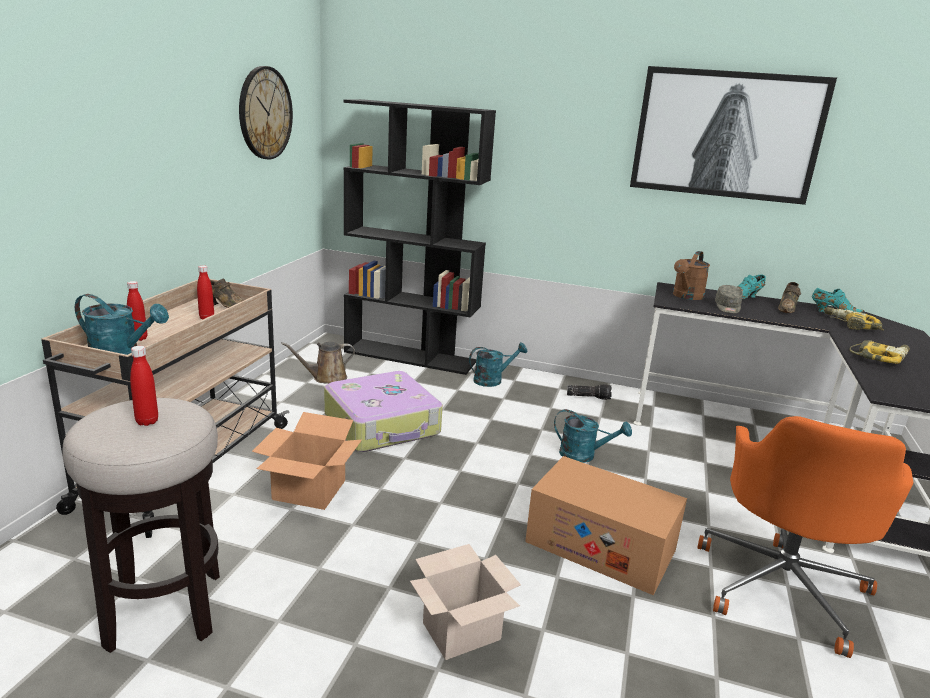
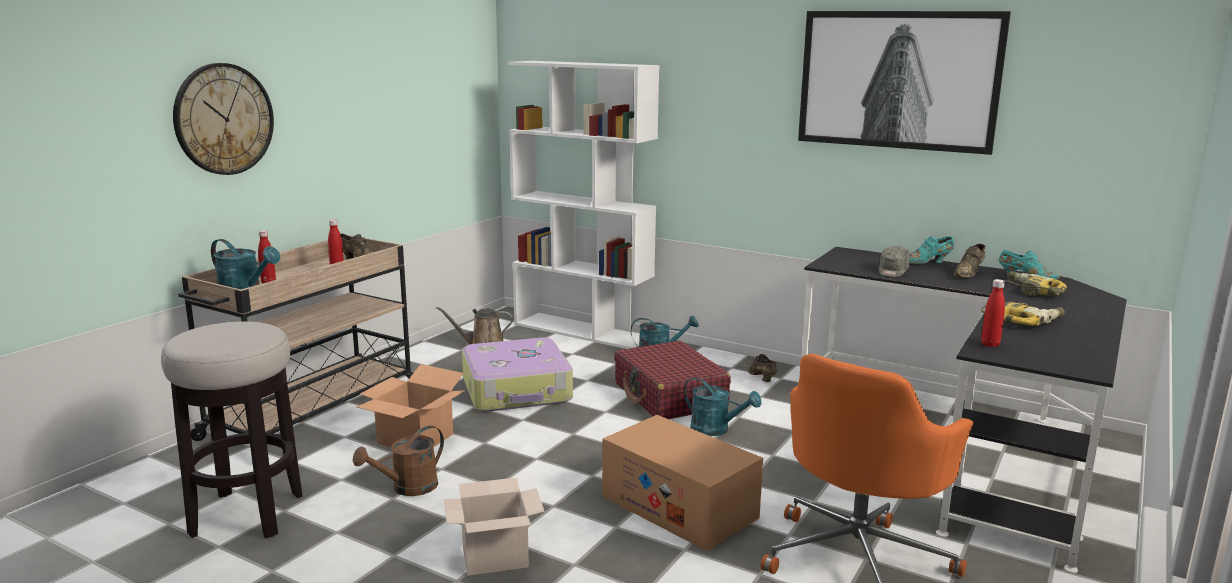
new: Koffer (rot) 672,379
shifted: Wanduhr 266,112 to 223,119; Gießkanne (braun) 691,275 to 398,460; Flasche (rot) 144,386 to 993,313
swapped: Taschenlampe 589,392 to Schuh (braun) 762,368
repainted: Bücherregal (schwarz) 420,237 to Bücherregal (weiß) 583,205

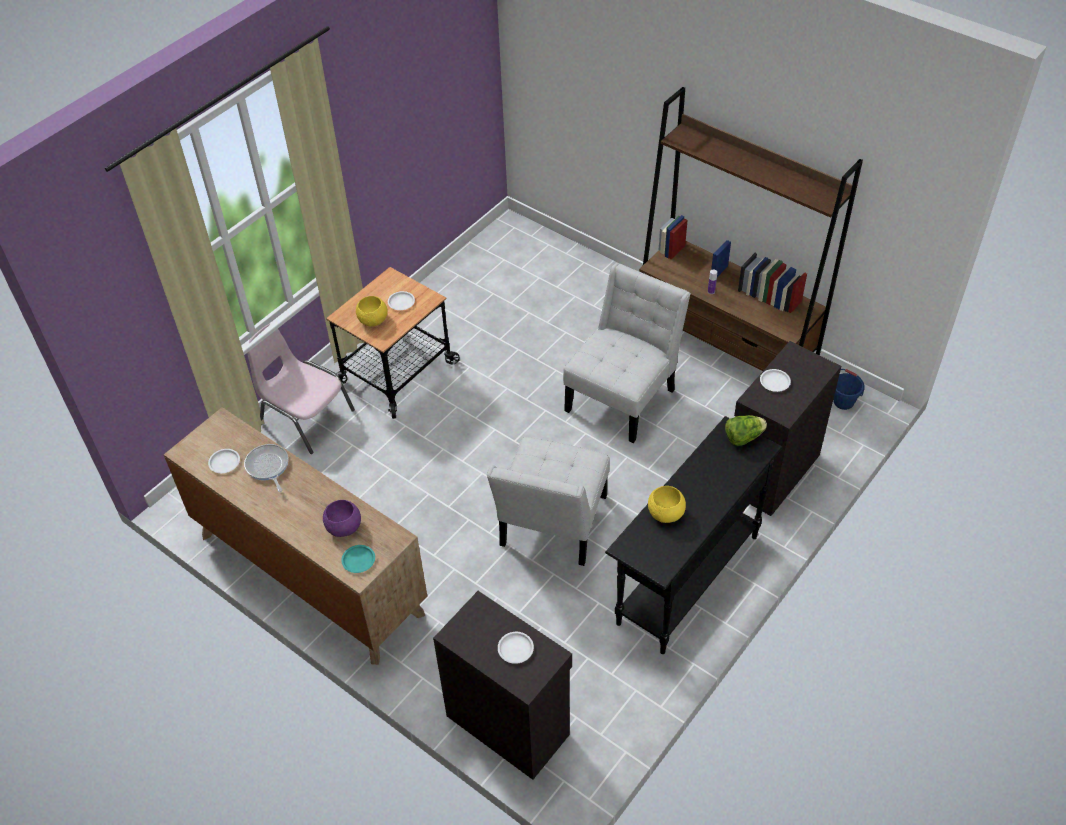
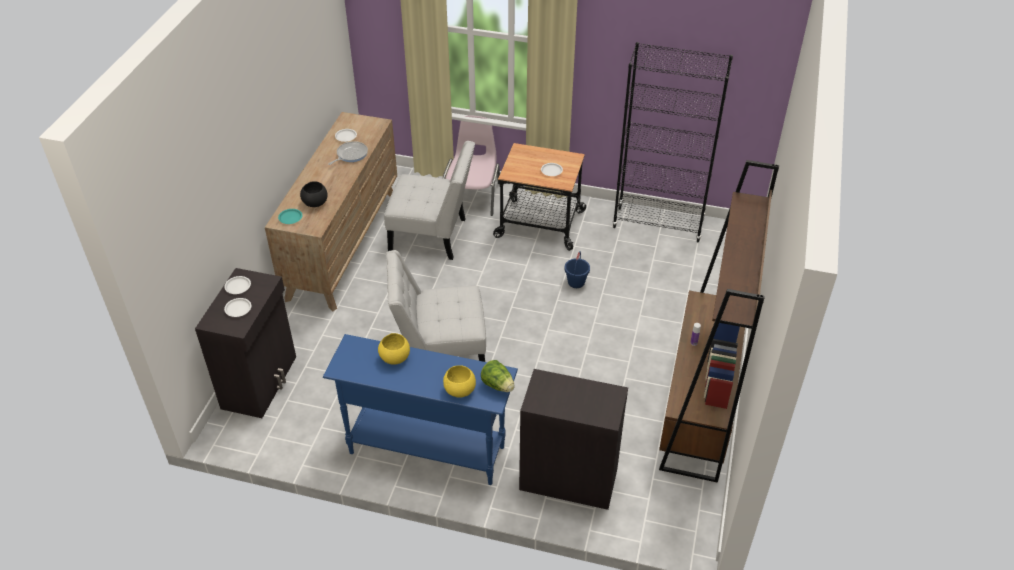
new: Bücherregal (schwarz) 672,142
shifted: Teller (weiß) 775,380 to 237,285; Stuhl (weiß) 627,353 to 429,200; Schüssel (gelb) 372,311 to 459,381; Eimer (blau) 849,389 to 577,269
repainted: Schüssel (lila) 342,518 to Schüssel (schwarz) 314,194; Konsolentisch (schwarz) 694,535 to Konsolentisch (blau) 420,409

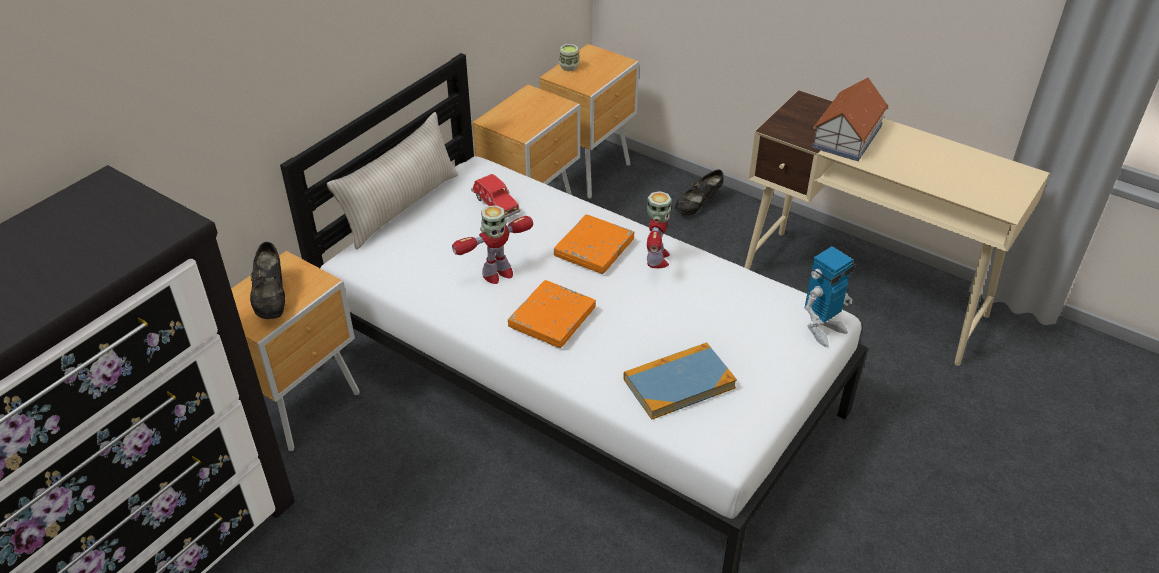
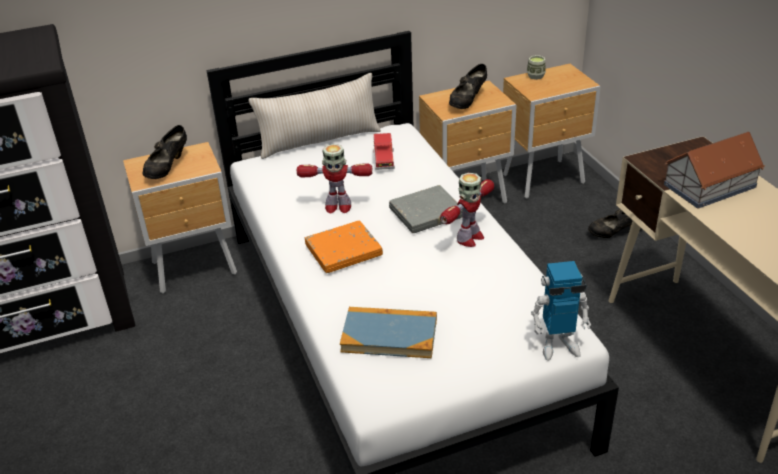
new: Schuh (schwarz) 468,86
repainted: Buch (orange) 594,244 to Buch (grau) 426,209

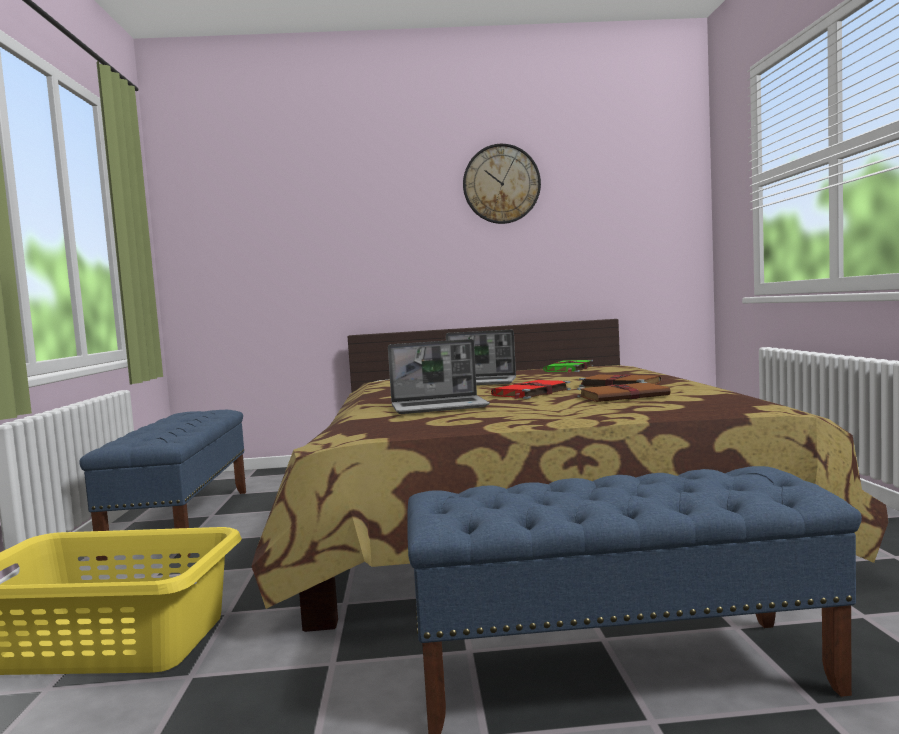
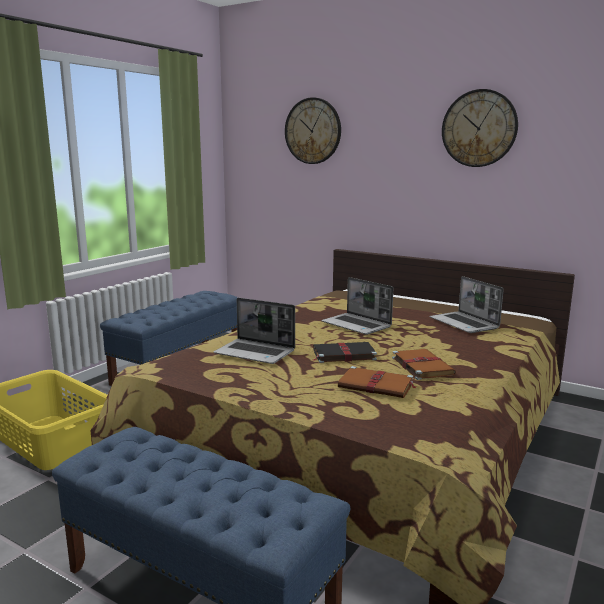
new: Wanduhr 313,130
swapped: Buch (grün) 568,366 to Laptop 467,304
repainted: Buch (rot) 531,389 to Buch (schwarz) 345,352

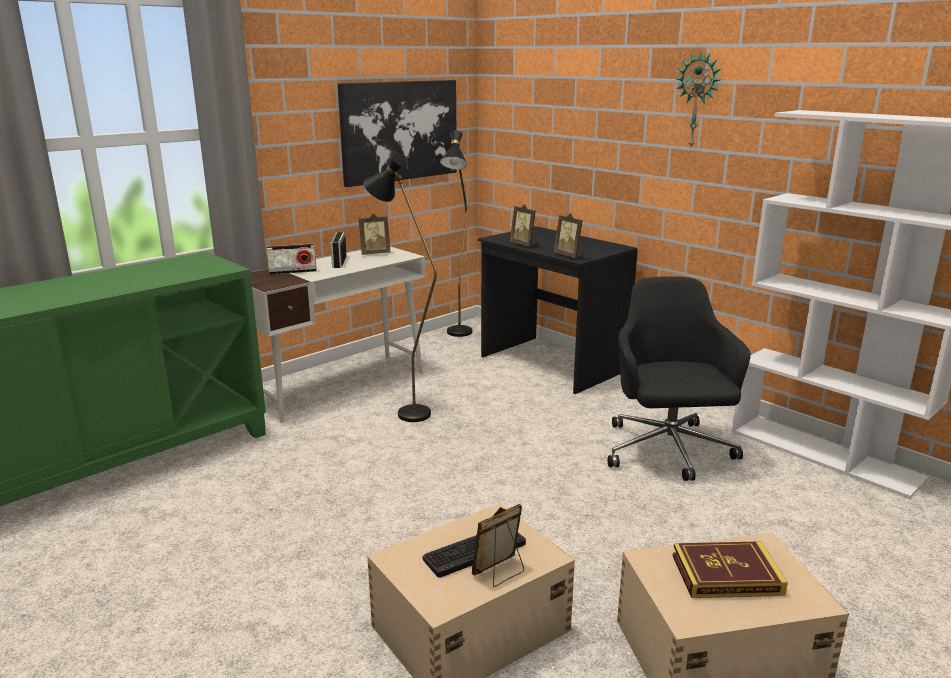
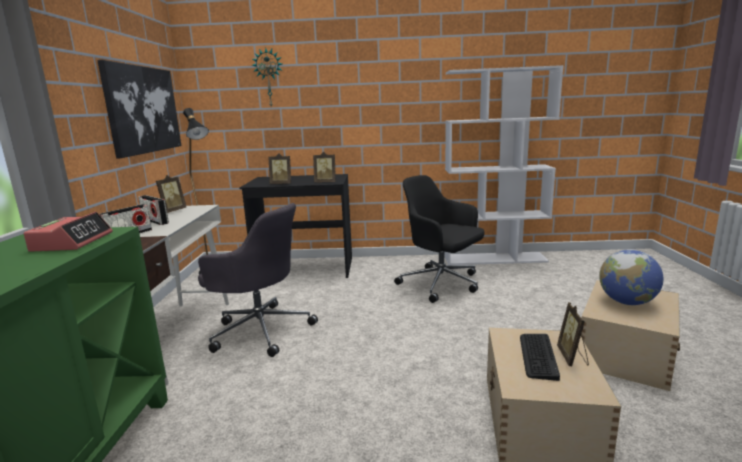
new: Wecker 68,232
shifted: Wanduhr 698,99 to 267,78
swapped: Stehlampe (schwarz) 400,287 to Bürostuhl (grau) 258,280; Buch 730,569 to Globus 631,277

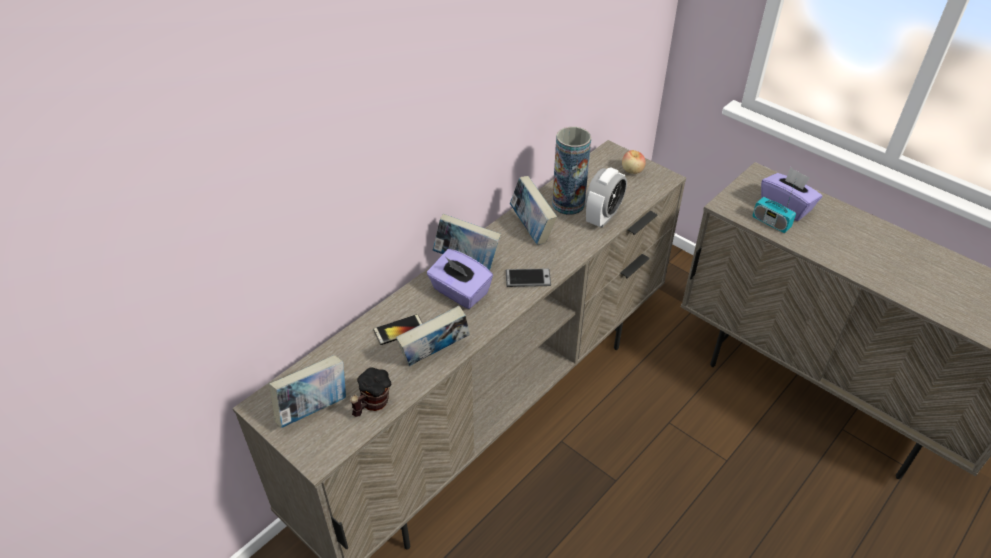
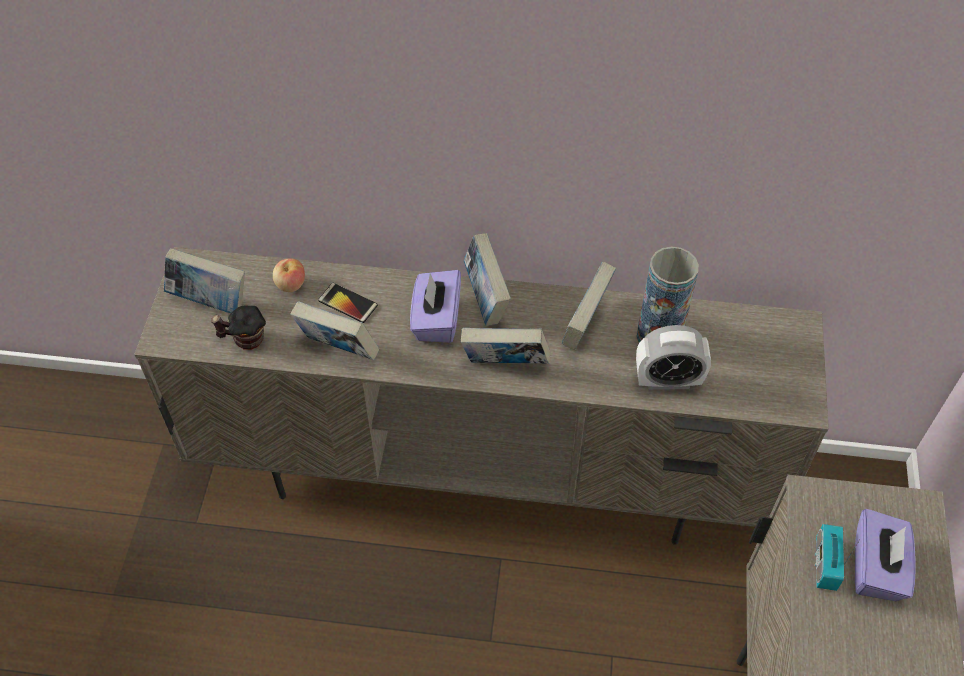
shifted: Apfel 634,162 to 289,275
swapped: Handy 528,277 to Buch 505,346

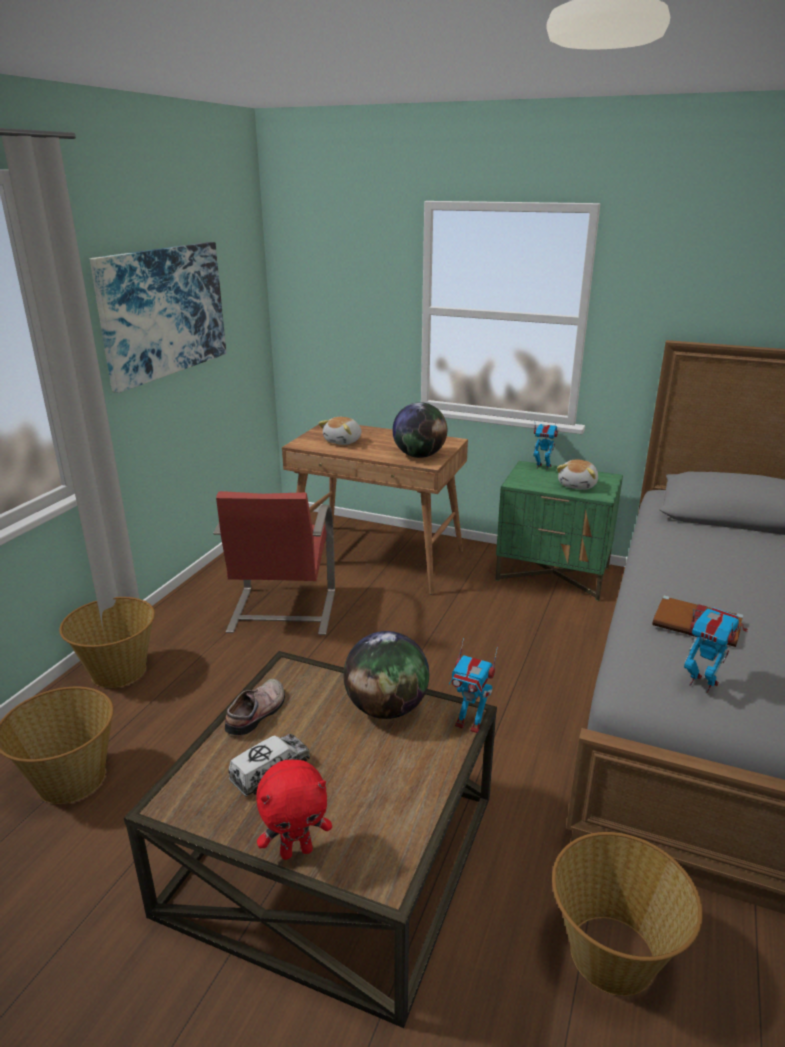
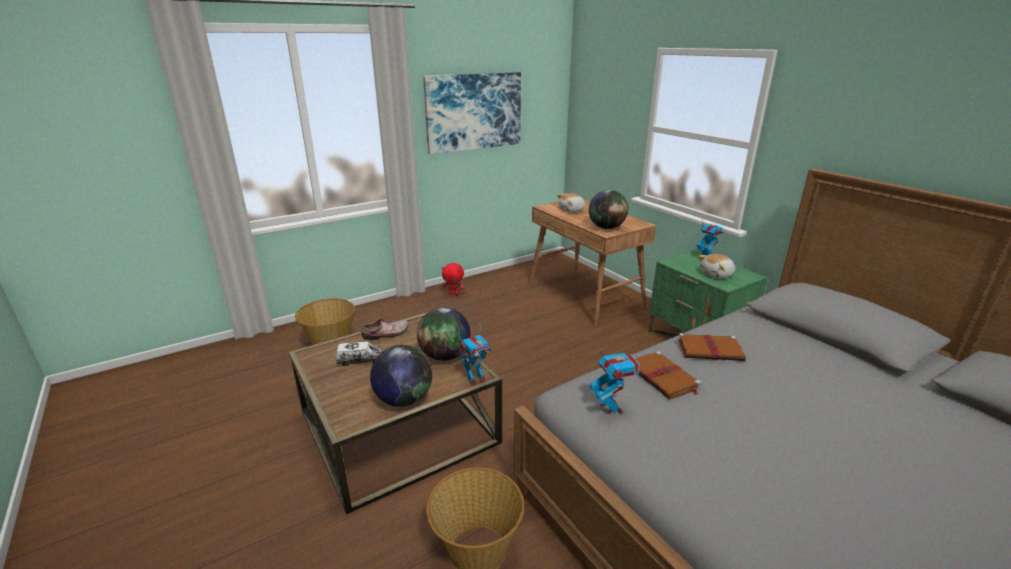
gone: Korb 107,642; Stuhl (rot) 274,563
new: Globus 401,376; Buch (braun) 712,347
shifted: Plüschtier (rot) 294,810 to 453,279
rotated: Spielzeugroboter 473,685 = 475,355 90 degrees counterclockwise

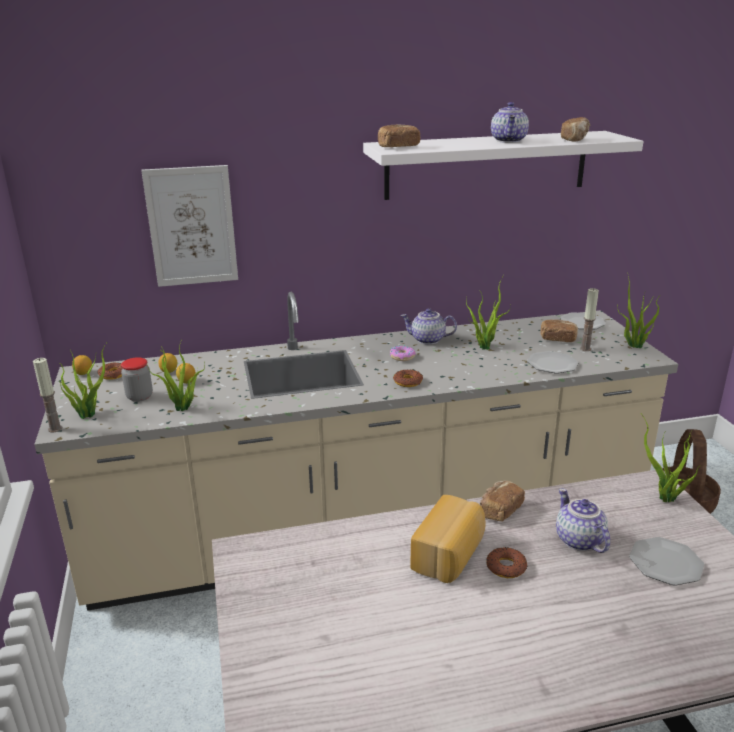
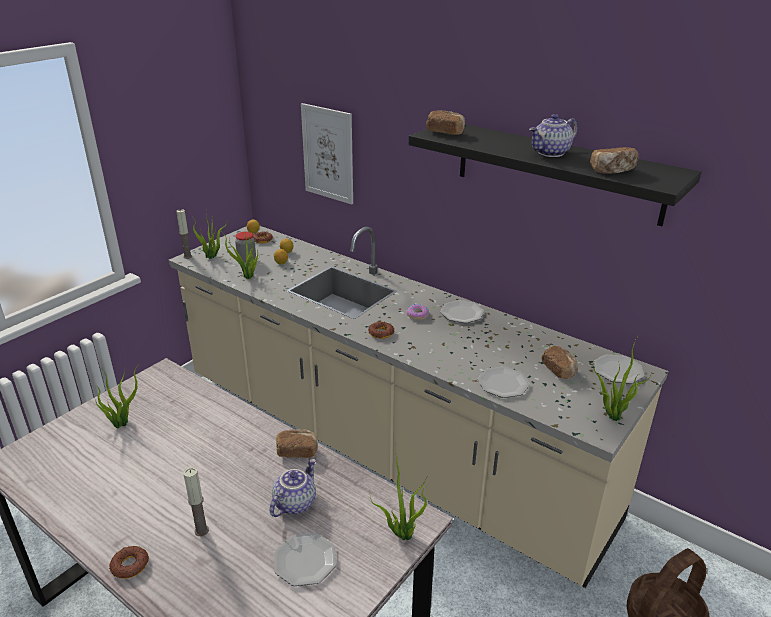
gone: Brot 448,539
shifted: Topfpflanze 488,312 to 116,398; Donut 506,562 to 129,562; Kerze 589,319 to 196,501
swapped: Teekanne 428,326 to Teller 462,311
repainted: Wandregal (weiß) 503,165 to Wandregal (schwarz) 555,175

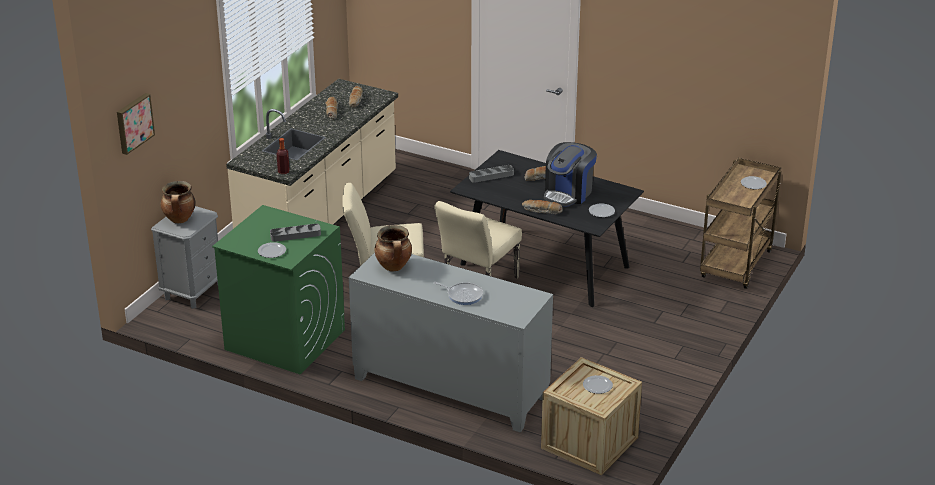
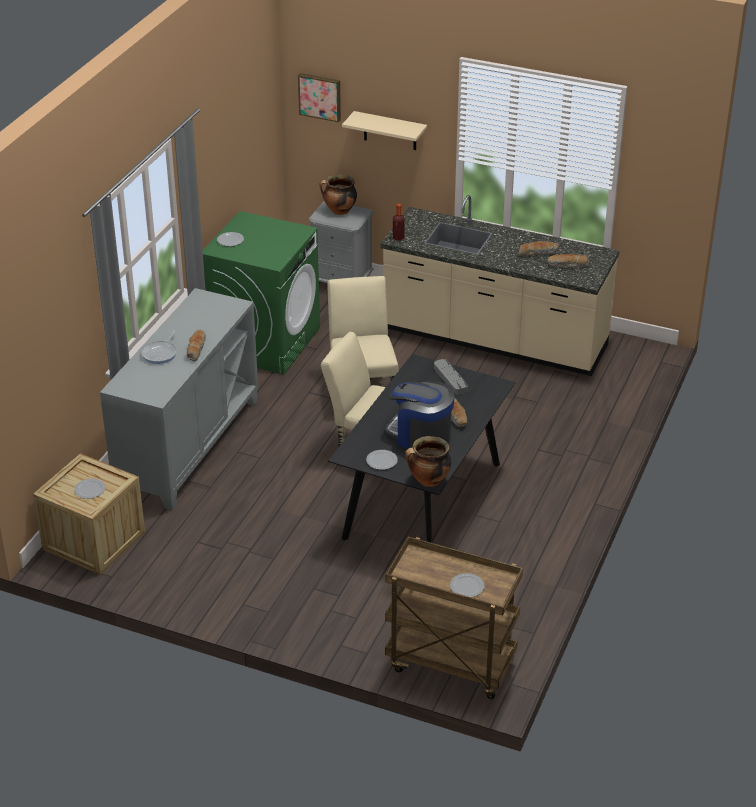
gone: Tablett (grau) 295,233
new: Wandregal (beige) 384,130
shifted: Brot 542,207 to 196,345; Kochtopf 393,248 to 428,461

